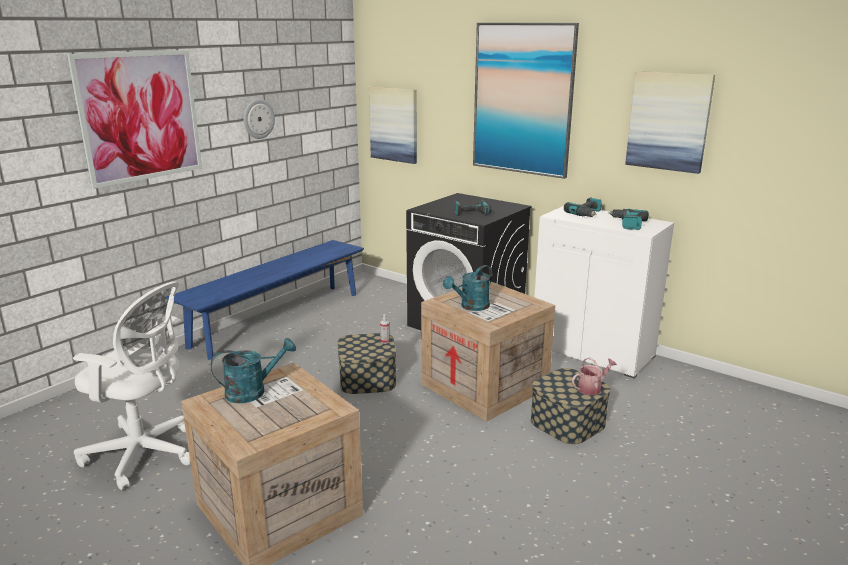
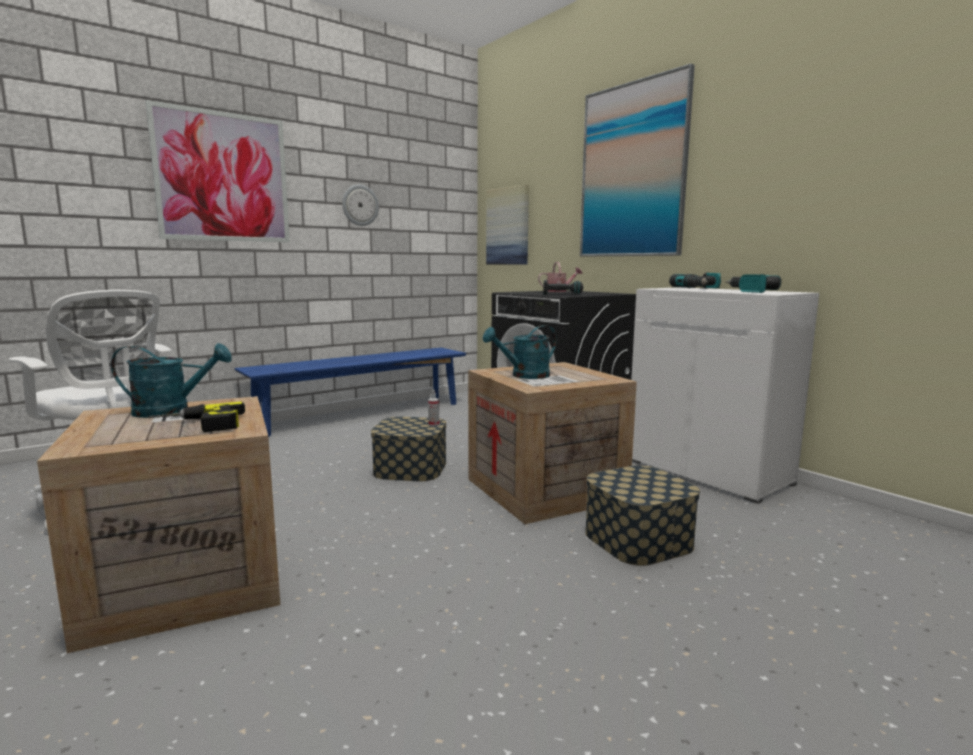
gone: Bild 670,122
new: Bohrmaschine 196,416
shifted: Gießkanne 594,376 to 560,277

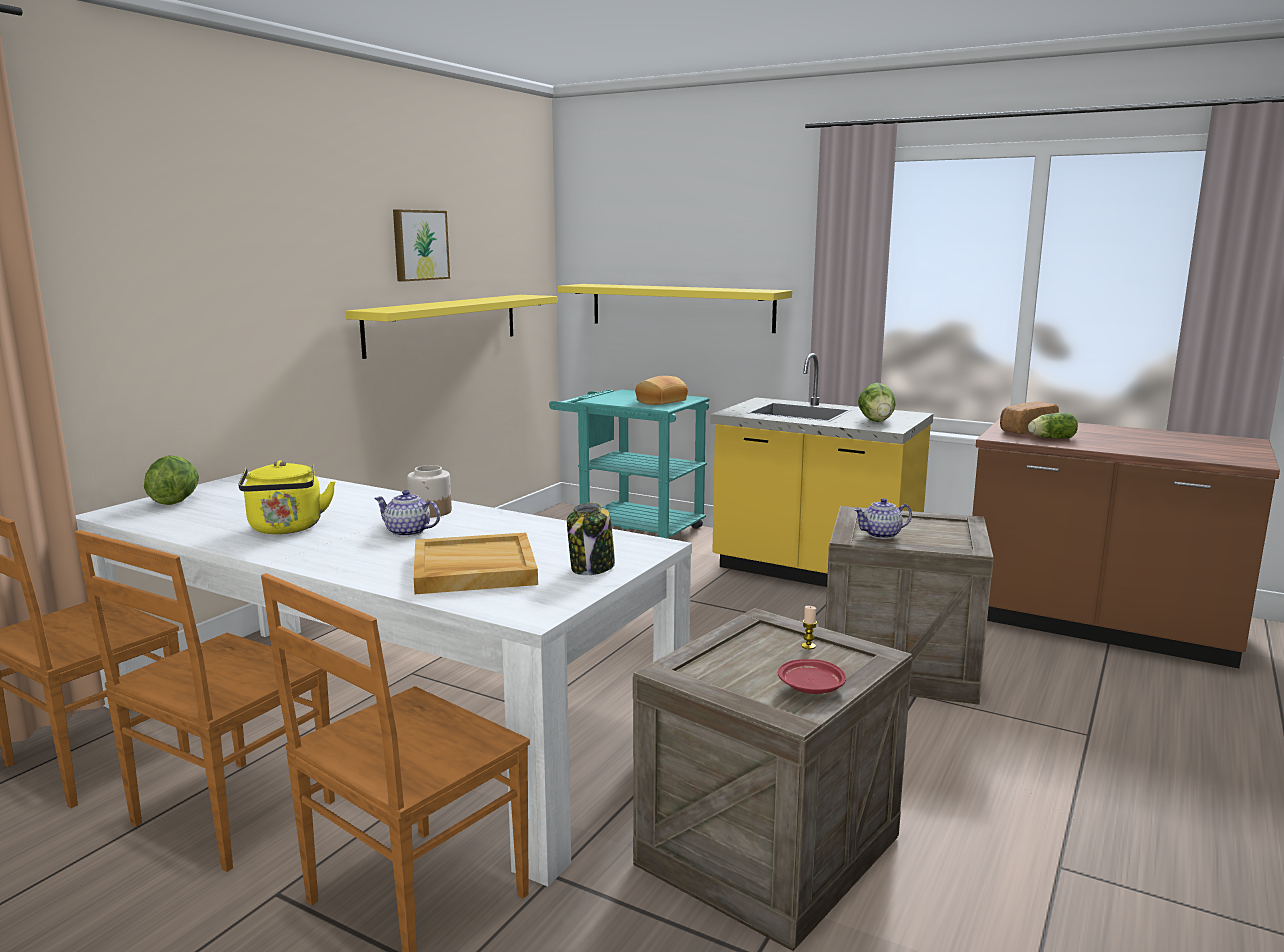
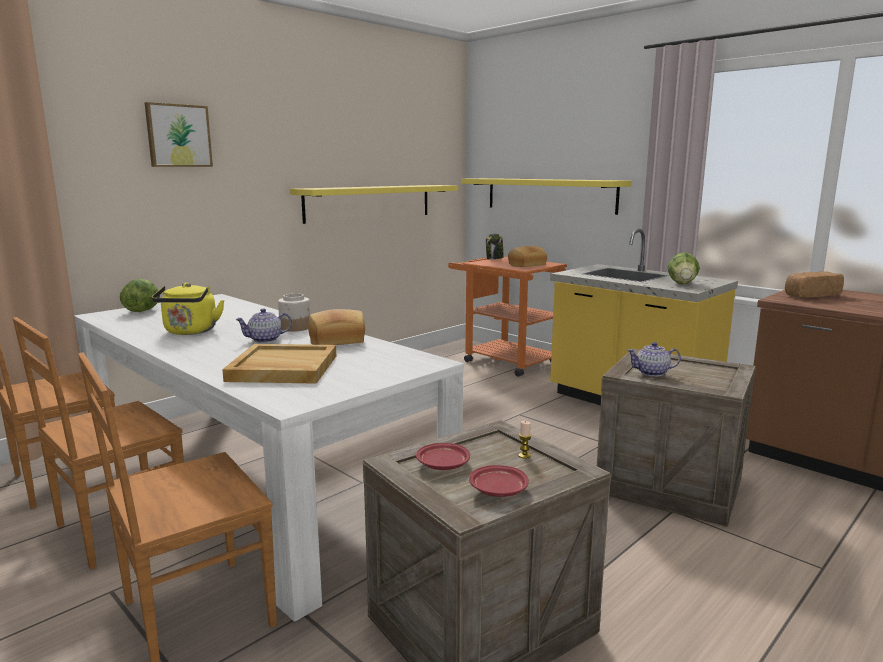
gone: Salatkopf 1053,425
new: Brot 336,327; Teller (rot) 443,456
shifted: Bild 421,245 to 179,134; Vorratsglas 591,539 to 495,247
repainted: Rollwagen (türkis) 629,464 to Rollwagen (orange) 507,317
rotated: Teekanne 407,513 = 263,325 60 degrees counterclockwise

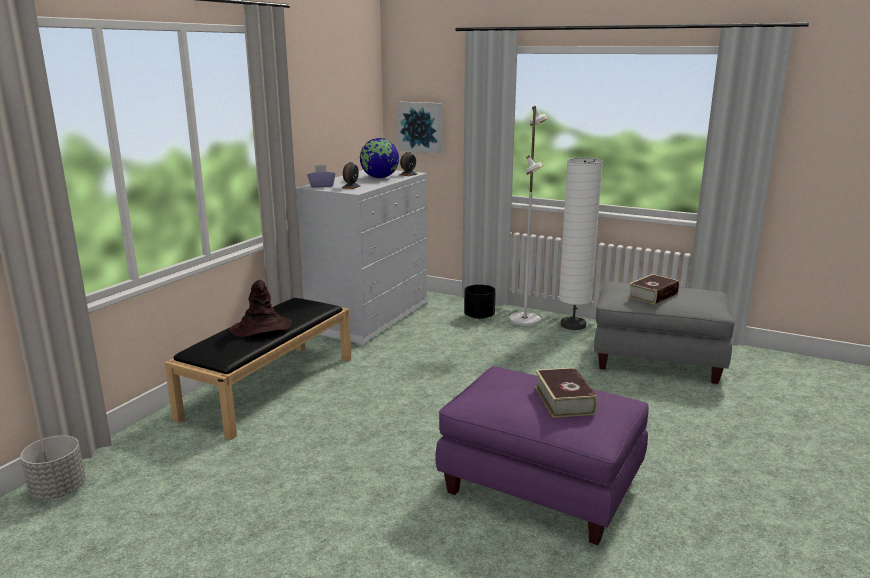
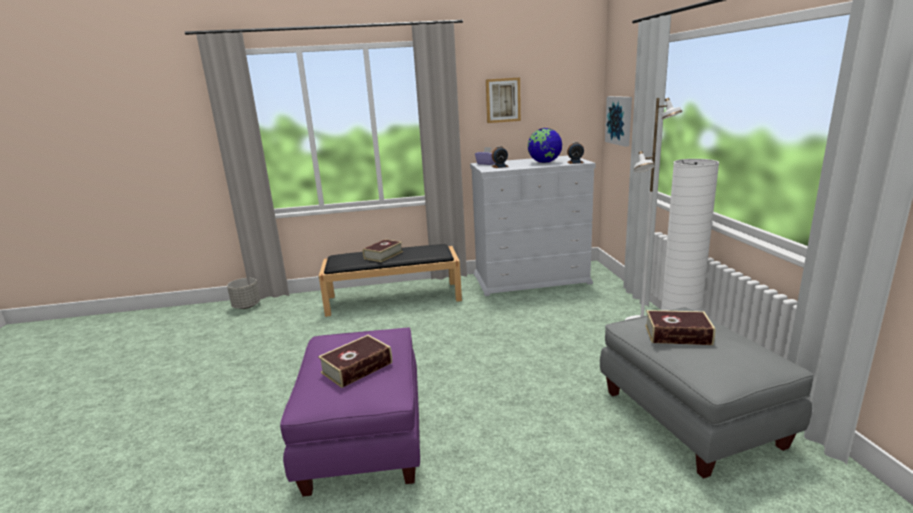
gone: Pflanzkübel (schwarz) 480,301
new: Bild 503,100
swapped: Hut (braun) 260,308 to Buch 383,250

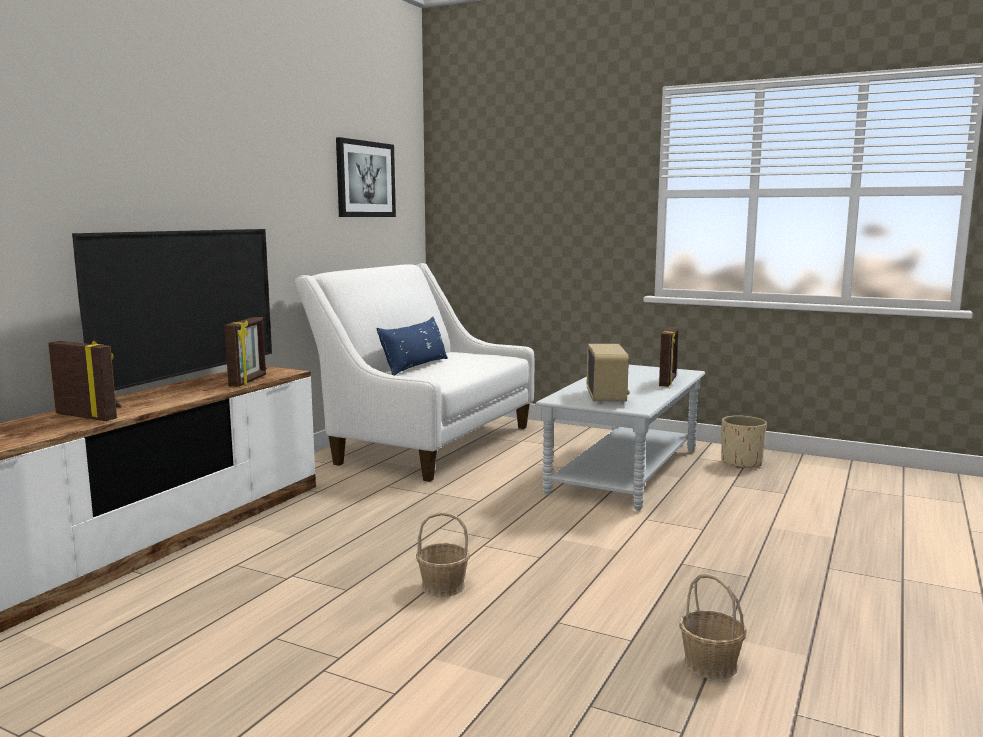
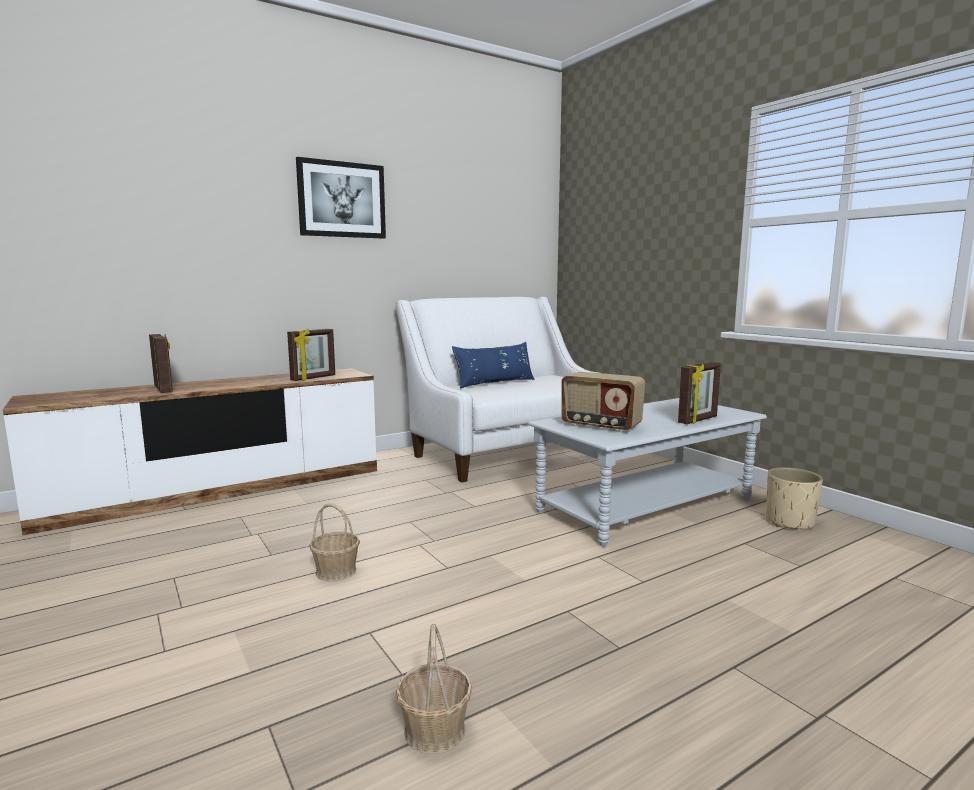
gone: Fernseher 172,318
shifted: Bild 366,177 to 341,198
rotated: Radio 608,374 = 603,402 90 degrees clockwise

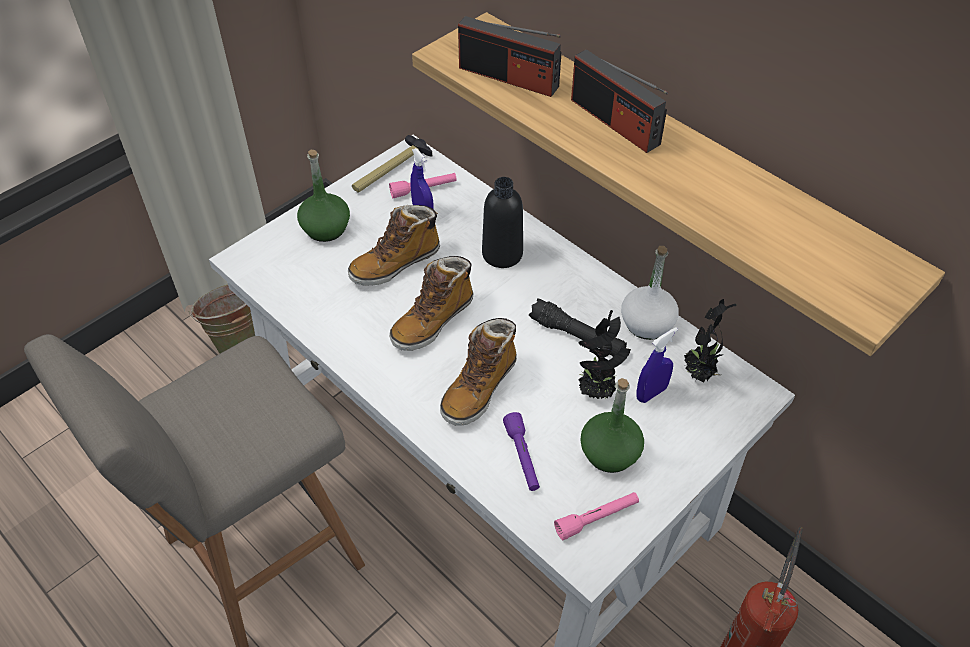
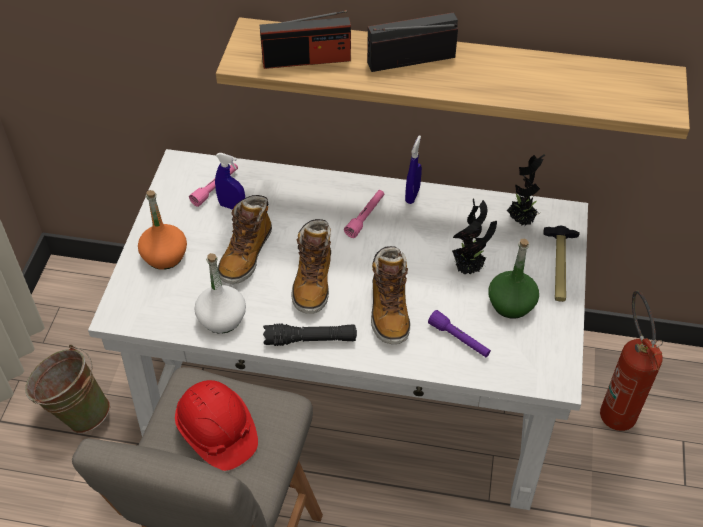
gone: Flasche (schwarz) 502,222
new: Schutzhelm (rot) 216,425
shifted: Flasche (weiß) 650,293 to 220,293; Taschenlampe (schwarz) 578,327 to 310,334; Taschenlampe (rosa) 596,516 to 364,214; Sprühflasche (blau) 657,365 to 413,169; Hammer 392,164 to 561,264
repainted: Flasche (grün) 323,196 to Flasche (orange) 162,230
rotated: Radio 619,101 = 412,42 150 degrees clockwise

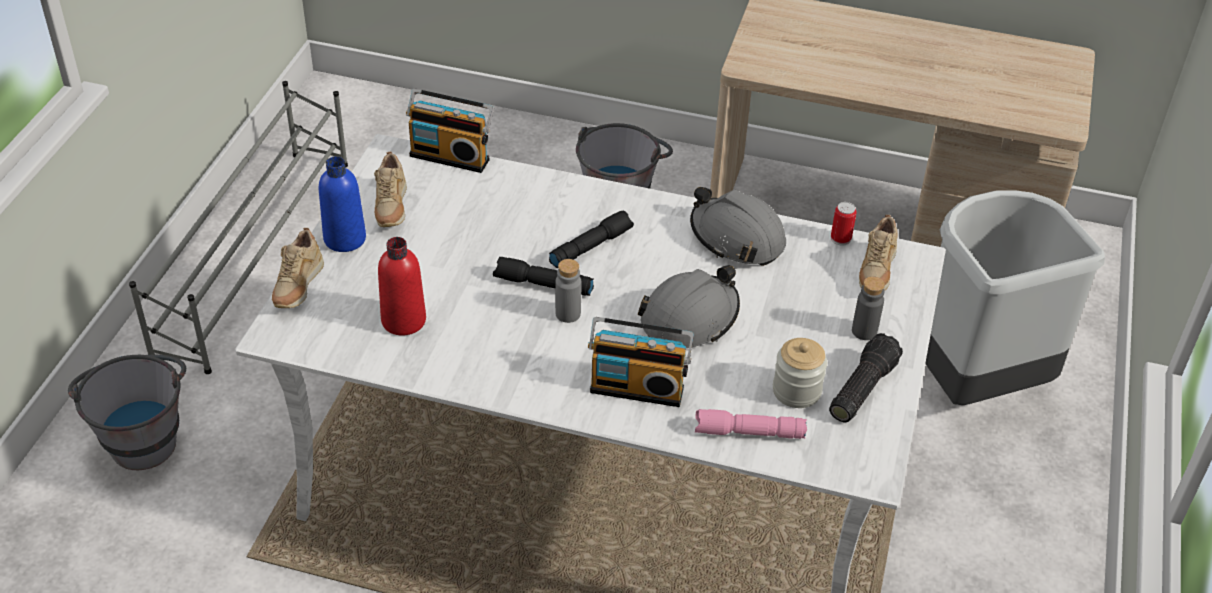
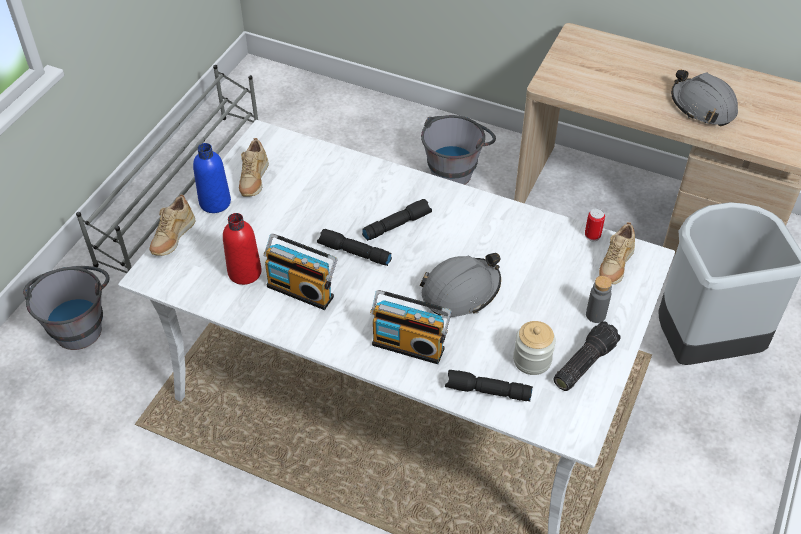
gone: Flasche (grau) 568,291
shifted: Radio 450,131 to 301,272; Schutzhelm (grau) 738,226 to 704,98
repainted: Taschenlampe (rosa) 751,424 to Taschenlampe (schwarz) 489,385

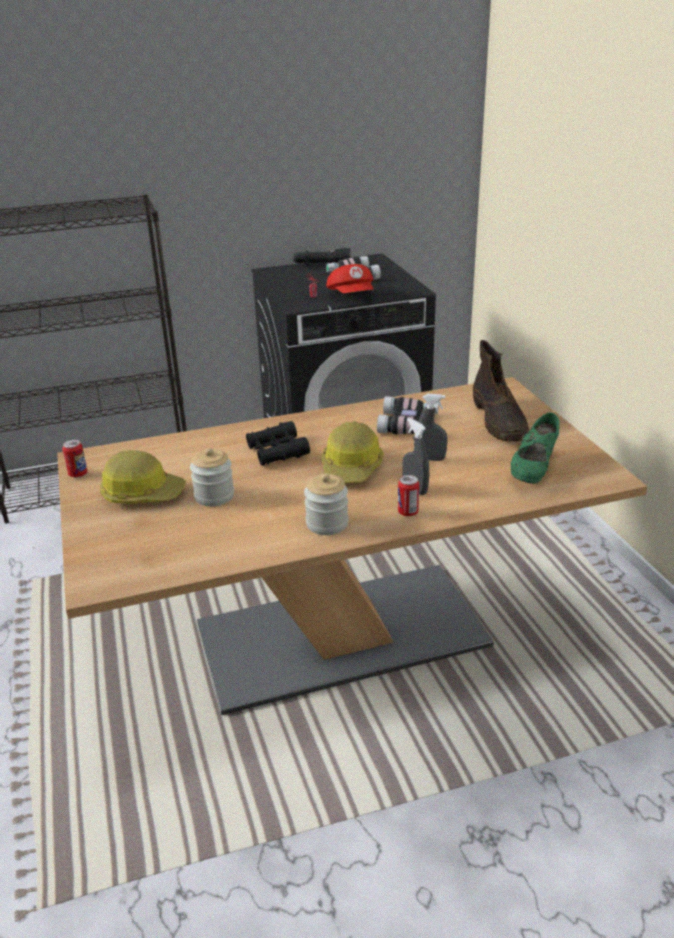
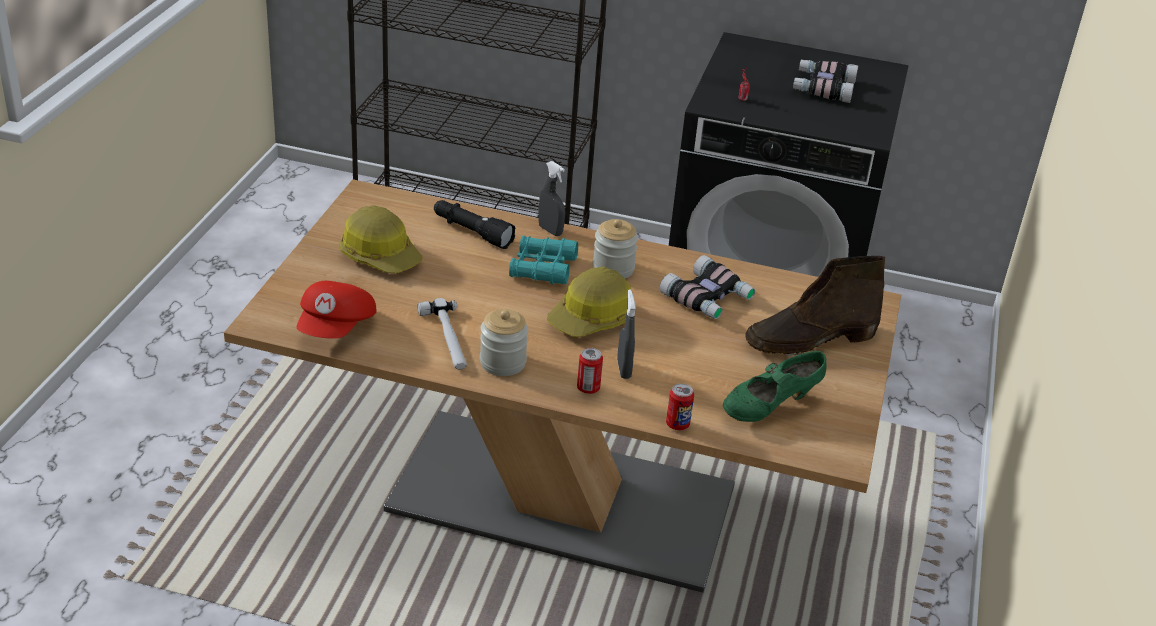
new: Hammer 442,334
shifted: Kappe (rot) 349,278 to 337,310; Taschenlampe (schwarz) 322,256 to 474,224; Sprühflasche (grau) 433,427 to 551,198; Vorratsglas 212,477 to 615,249; Dose 74,459 to 680,406
repainted: Fernglas (schwarz) 278,443 to Fernglas (türkis) 543,260
rotated: Stiefel (braun) 501,391 = 815,306 45 degrees clockwise

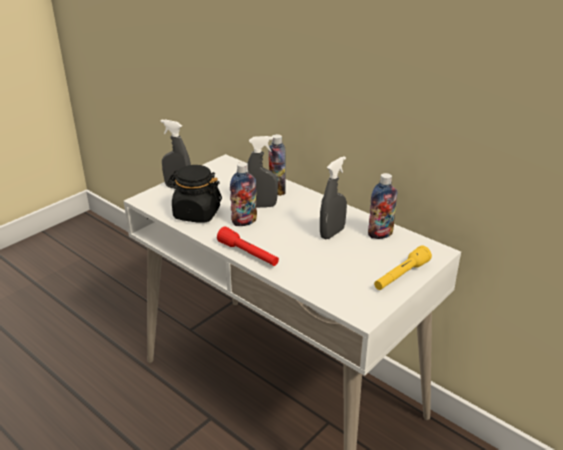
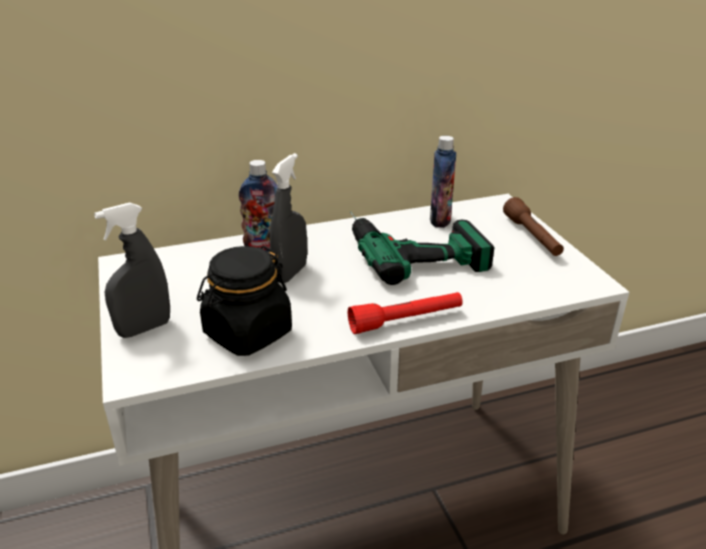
gone: Flasche 243,194
swapped: Sprühflasche (grau) 333,197 to Bohrmaschine 422,248
repainted: Taschenlampe (gelb) 403,268 to Taschenlampe (braun) 533,226

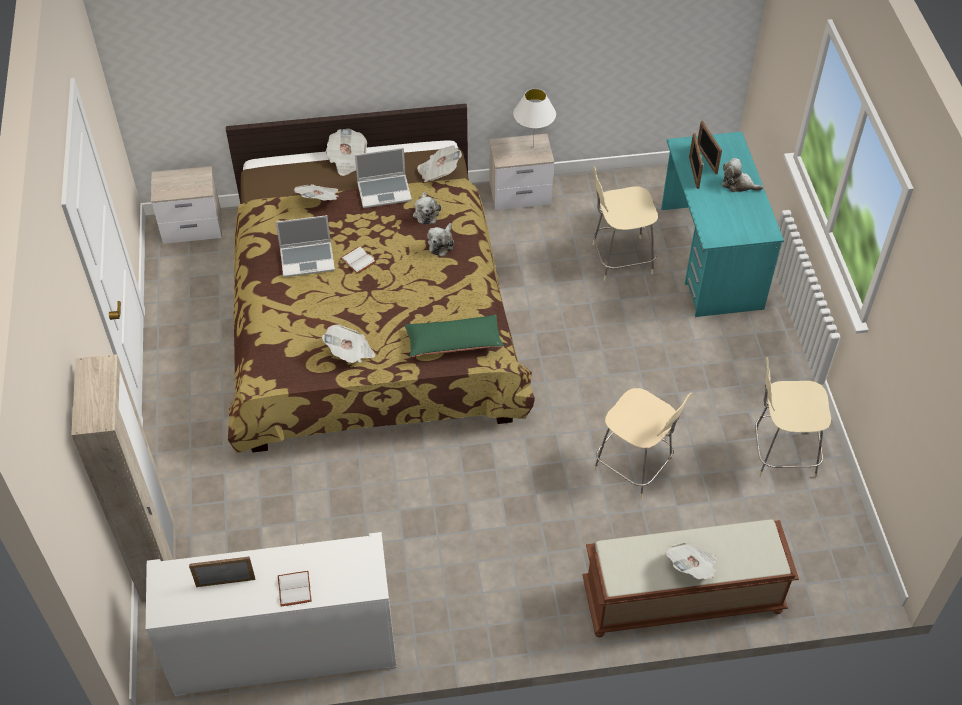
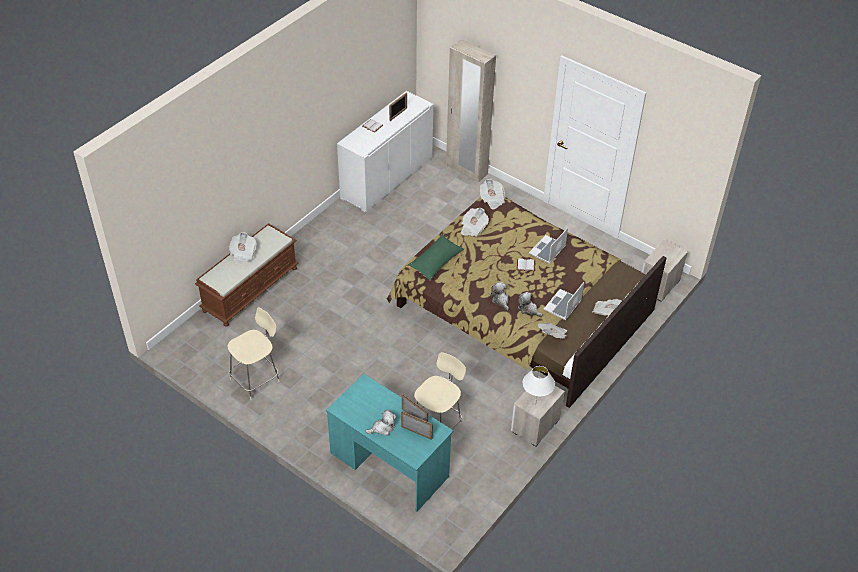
gone: Stuhl (beige) 643,443
shifted: Zeitung 316,192 to 492,194

